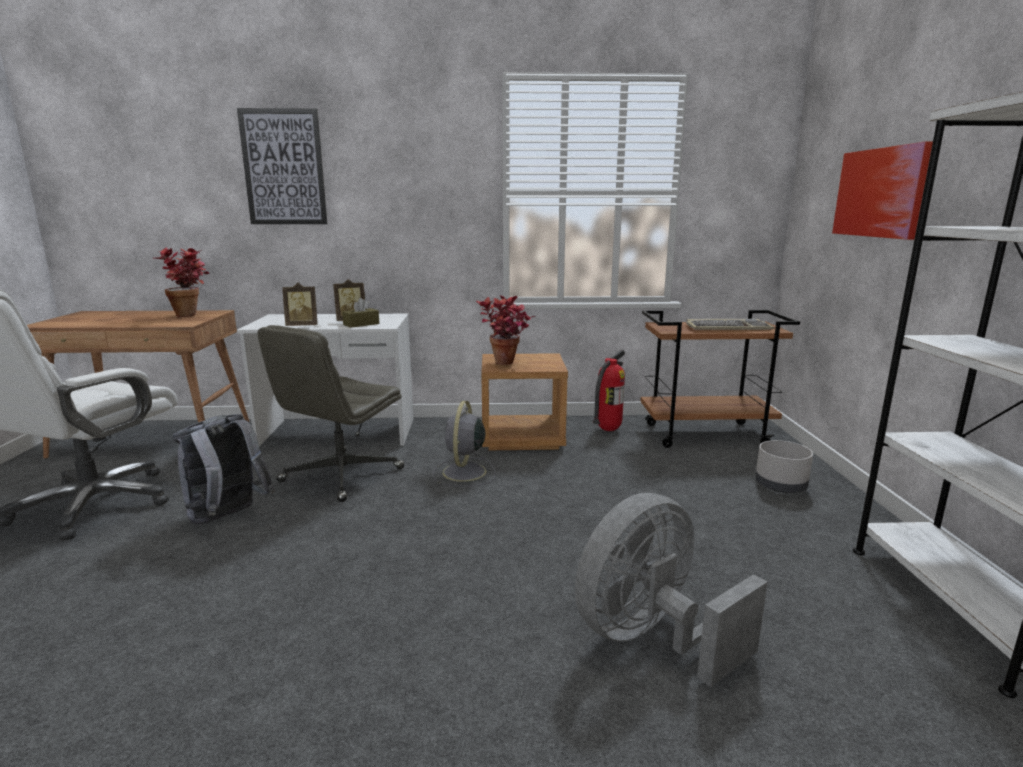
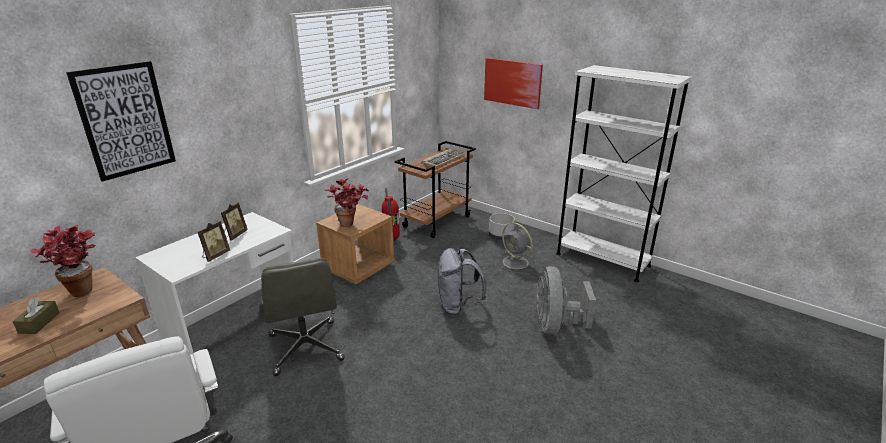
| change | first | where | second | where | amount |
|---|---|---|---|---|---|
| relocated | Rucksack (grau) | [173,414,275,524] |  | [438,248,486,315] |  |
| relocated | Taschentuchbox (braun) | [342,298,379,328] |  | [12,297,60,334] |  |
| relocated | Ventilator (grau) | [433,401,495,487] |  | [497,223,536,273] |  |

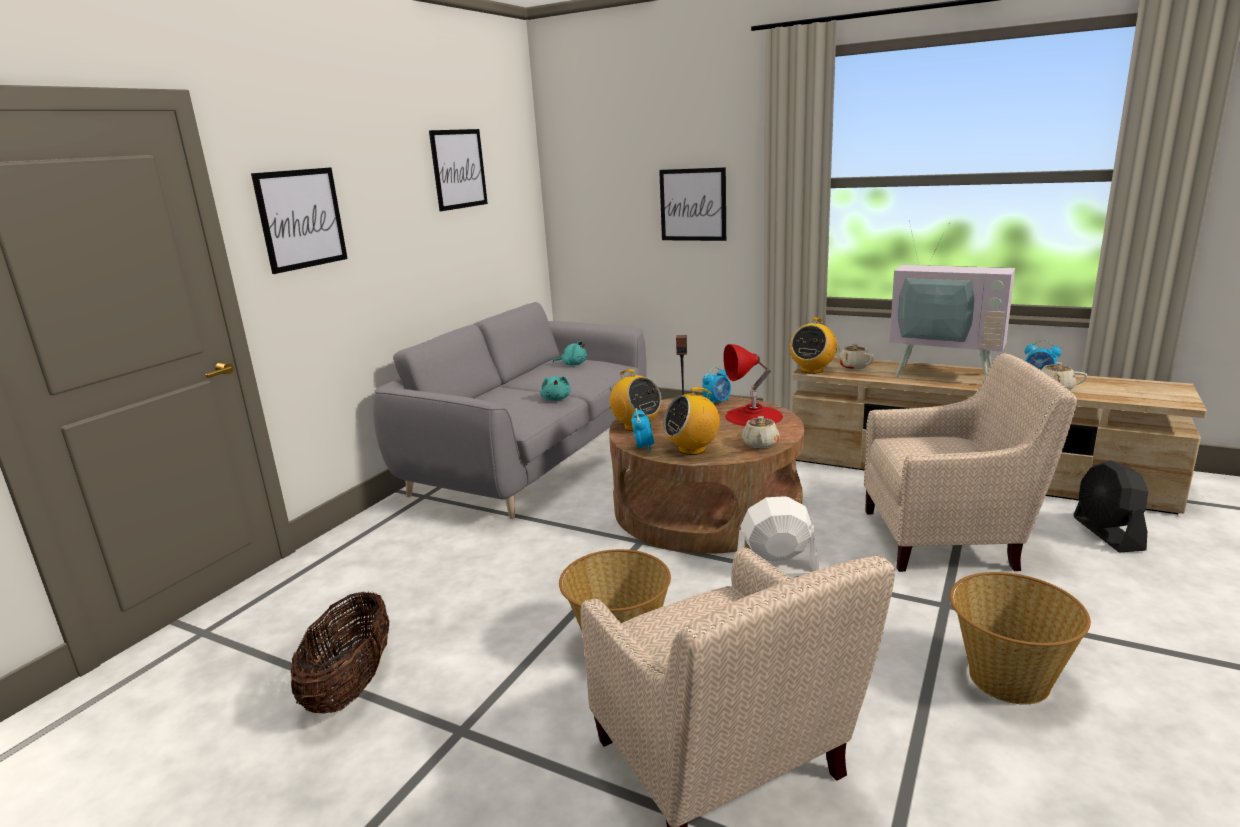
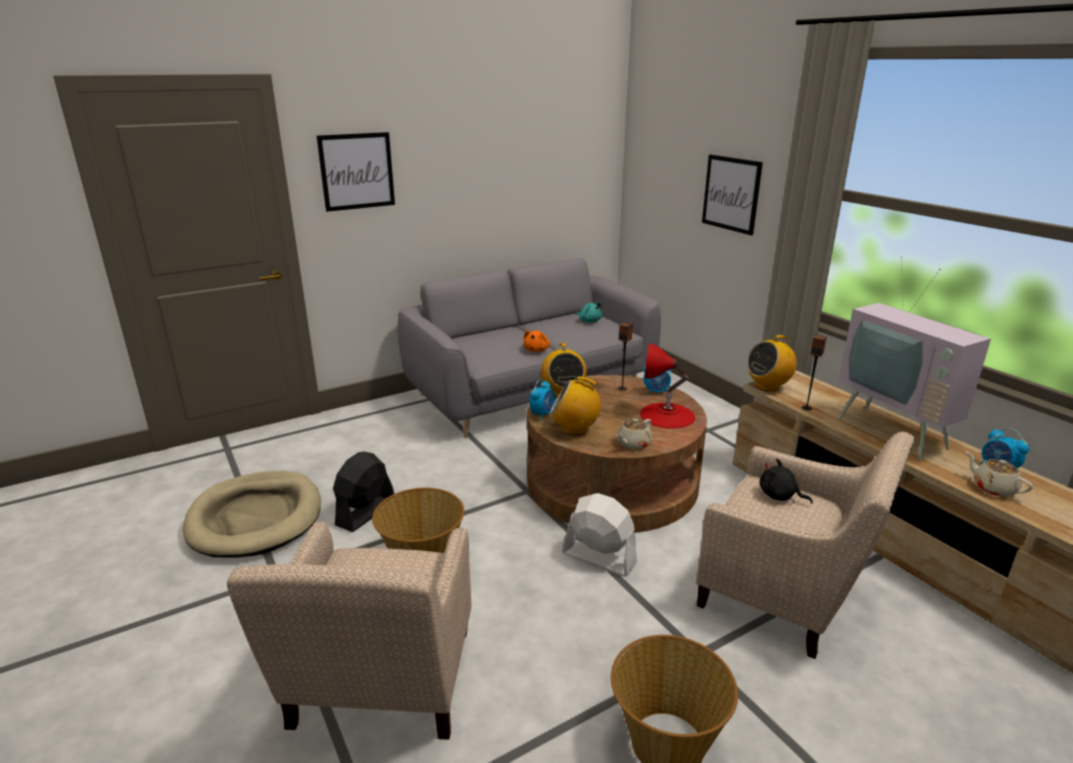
| change | first | where | second | where | amount |
|---|---|---|---|---|---|
| exchanged | Korb | [291,592,389,714] | Hundebett (beige) | [183,471,321,558] |  |
| missing | Bild | [429,129,488,211] |  |  |  |
| colour | Plüschtier (türkis) | [540,376,571,401] | Plüschtier (orange) | [523,330,550,352] |  |
| missing | Teekanne (beige) | [837,343,874,370] |  |  |  |
| relocated | Ventilator (schwarz) | [1074,460,1148,552] |  | [333,452,394,532] |  |
| appeared |  |  | Plüschtier (schwarz) | [759,458,813,504] |  |
| appeared |  |  | Lautsprecher | [802,335,827,410] |  |

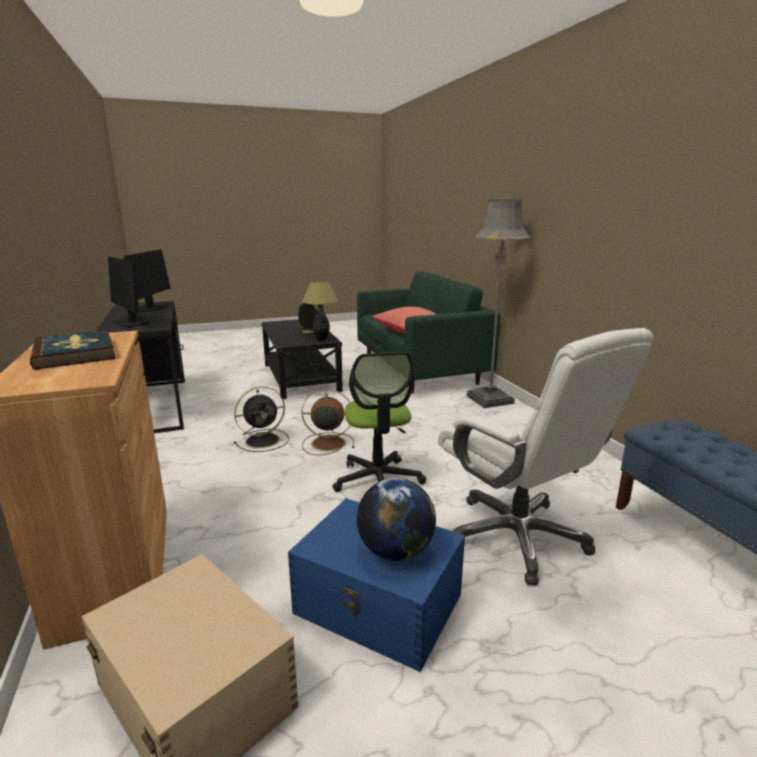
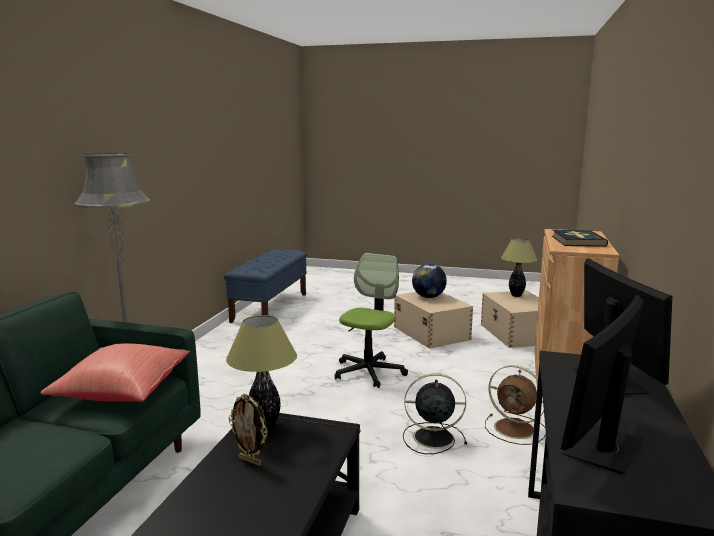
| change | first | where | second | where | amount |
|---|---|---|---|---|---|
| colour | Aufbewahrungsbox (blau) | [288,498,465,672] | Aufbewahrungsbox (beige) | [394,292,473,349] |  |
| relocated | Ventilator (braun) | [302,389,354,455] |  | [485,365,546,445] |  |
| missing | Bürostuhl (weiß) | [438,328,654,585] |  |  |  |
| appeared |  |  | Tischlampe | [501,238,537,297] |  |

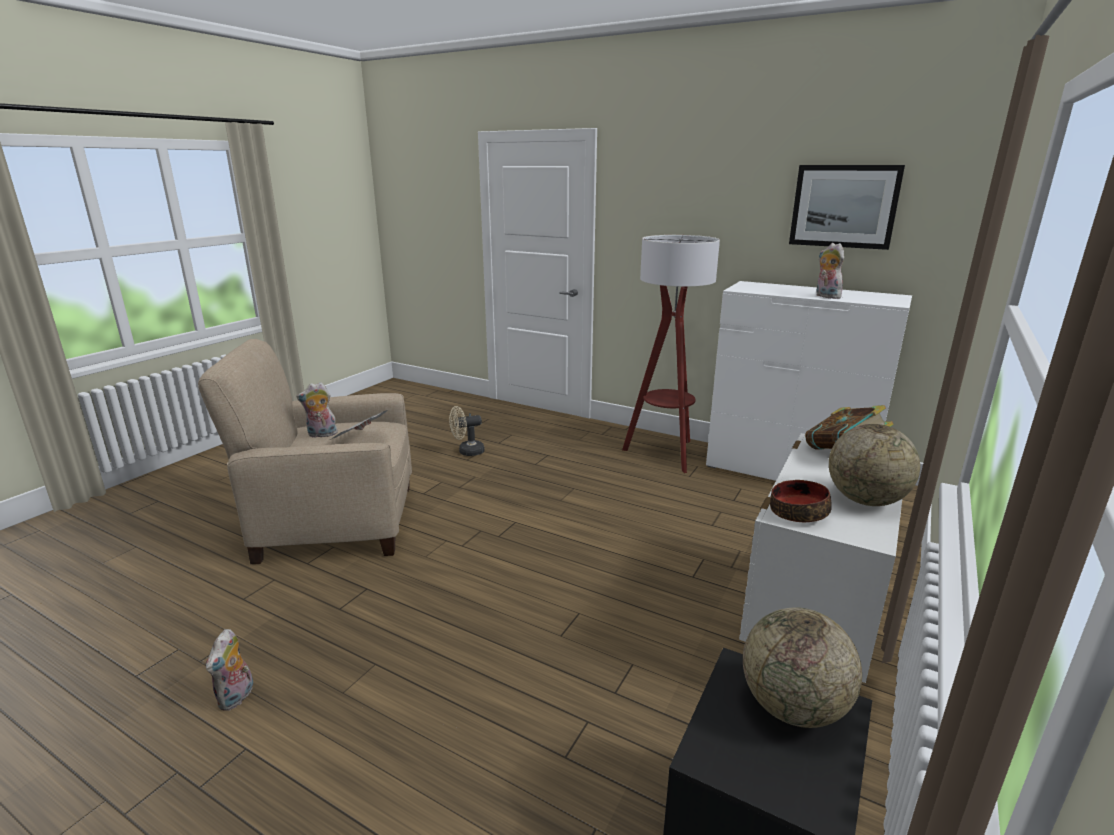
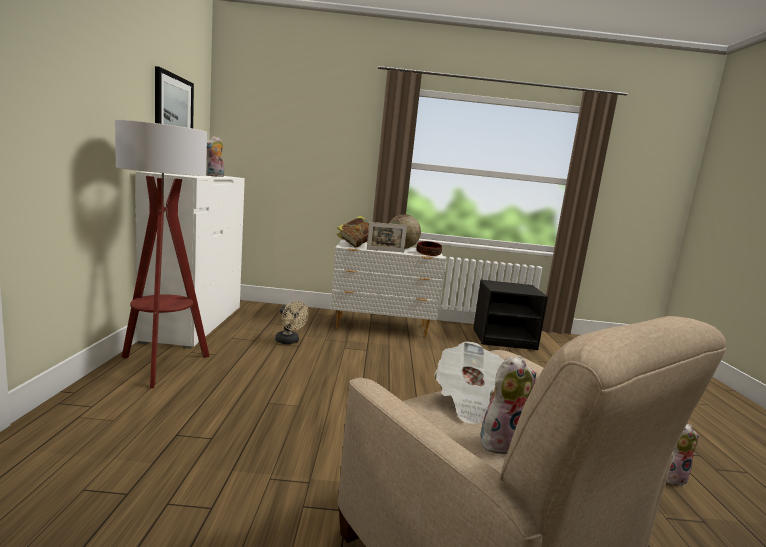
| change | first | where | second | where | amount |
|---|---|---|---|---|---|
| spun | Plüschtier | [296,382,338,438] |  | [480,356,536,454] | 75 degrees counterclockwise |
| relocated | Ventilator (beige) | [449,406,485,456] |  | [275,300,309,344] |  |
| missing | Globus | [743,607,862,728] |  |  |  |
| appeared |  |  | Bilderrahmen | [367,222,407,252] |  |

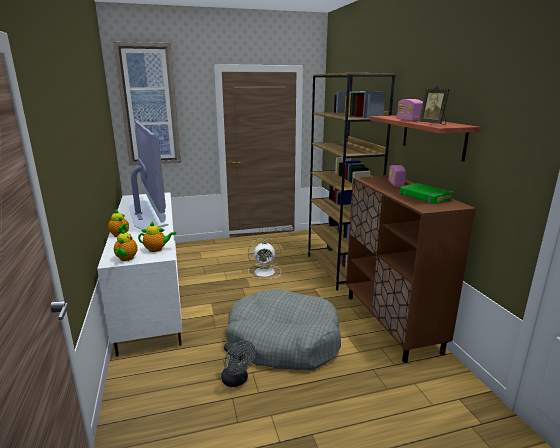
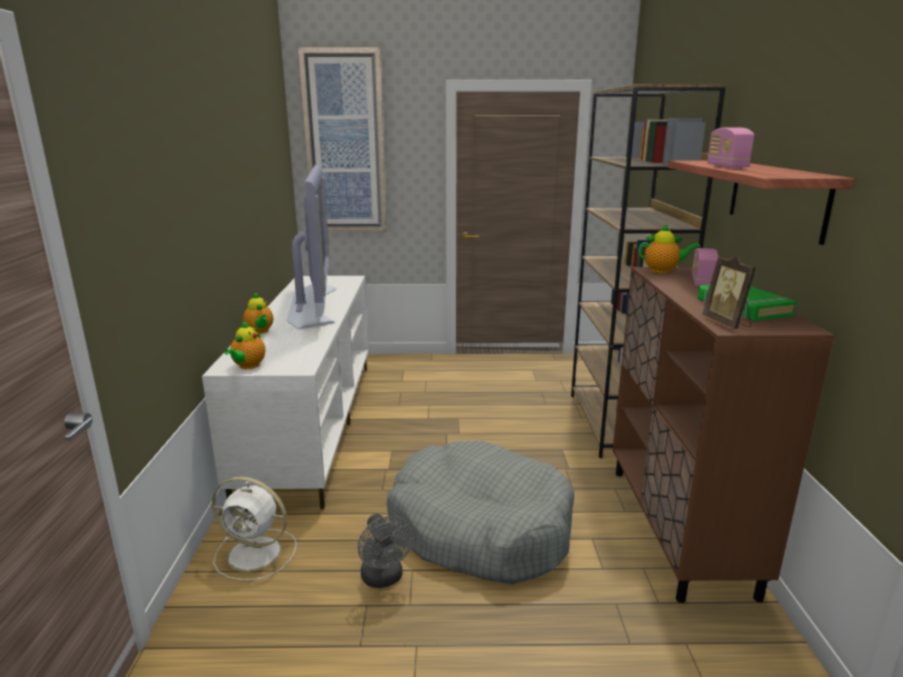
| change | first | where | second | where | amount |
|---|---|---|---|---|---|
| relocated | Teekanne | [138,221,176,252] |  | [638,223,701,273] |  |
| relocated | Ventilator (weiß) | [248,238,281,279] |  | [212,477,297,581] |  |
| relocated | Bilderrahmen | [419,85,449,124] |  | [702,255,756,329] |  |

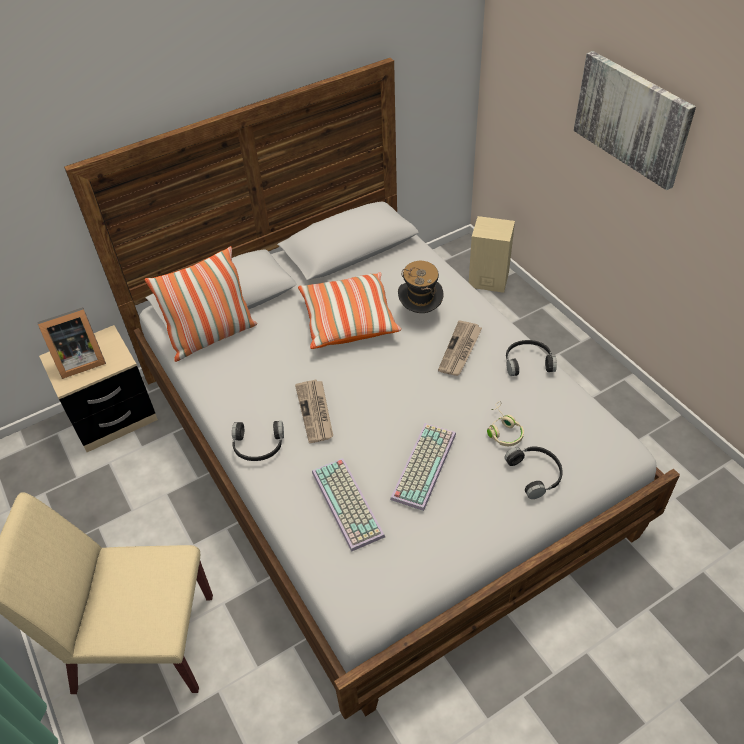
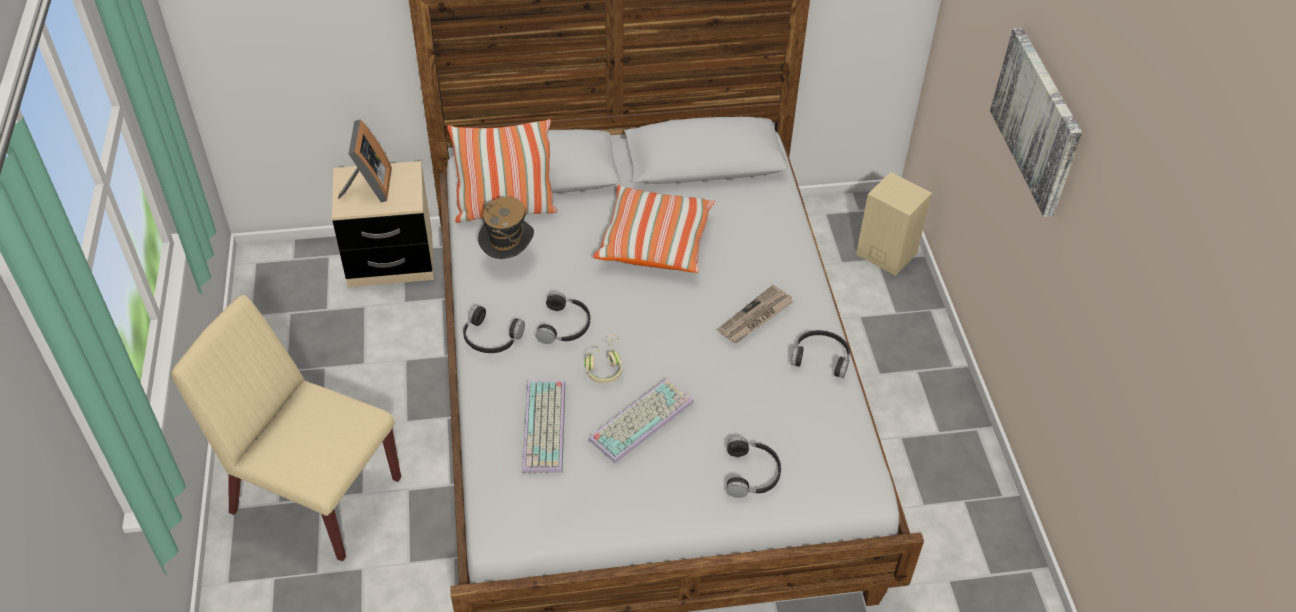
| change | first | where | second | where | amount |
|---|---|---|---|---|---|
| spun | Bilderrahmen | [37,307,106,379] |  | [338,119,392,203] | 90 degrees counterclockwise |
| exchanged | Zeitung | [295,380,333,443] | Kopfhörer (schwarz) | [536,292,590,344] |  |
| relocated | Hut | [398,261,444,313] |  | [478,197,534,259] |  |
| relocated | Kopfhörer (beige) | [487,401,524,446] |  | [585,335,623,383] |  |

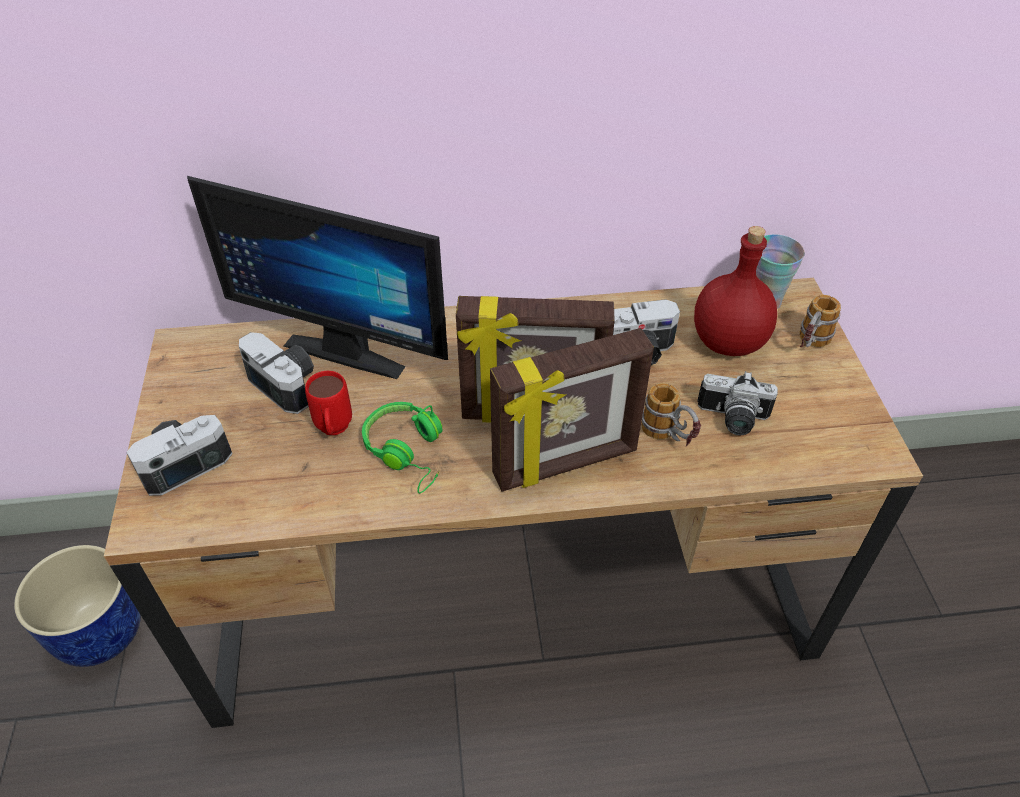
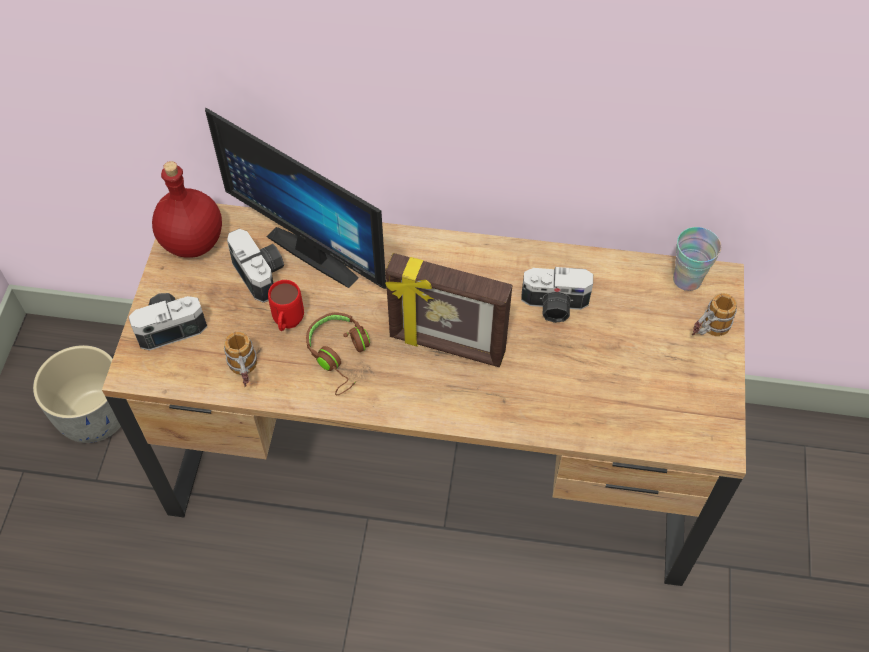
| change | first | where | second | where | amount |
|---|---|---|---|---|---|
| colour | Pflanzkübel (blau) | [14,545,141,667] | Pflanzkübel (grau) | [33,345,121,443] |  |
| colour | Kopfhörer (grün) | [362,402,442,493] | Kopfhörer (braun) | [306,313,370,395] |  |
| missing | Bilderrahmen | [490,328,654,491] |  |  |  |
| relocated | Henkelbecher | [642,383,701,446] |  | [224,331,257,388] |  |
| relocated | Flasche (rot) | [694,226,777,356] |  | [152,161,222,258] |  |
| missing | Kamera | [697,371,778,435] |  |  |  |

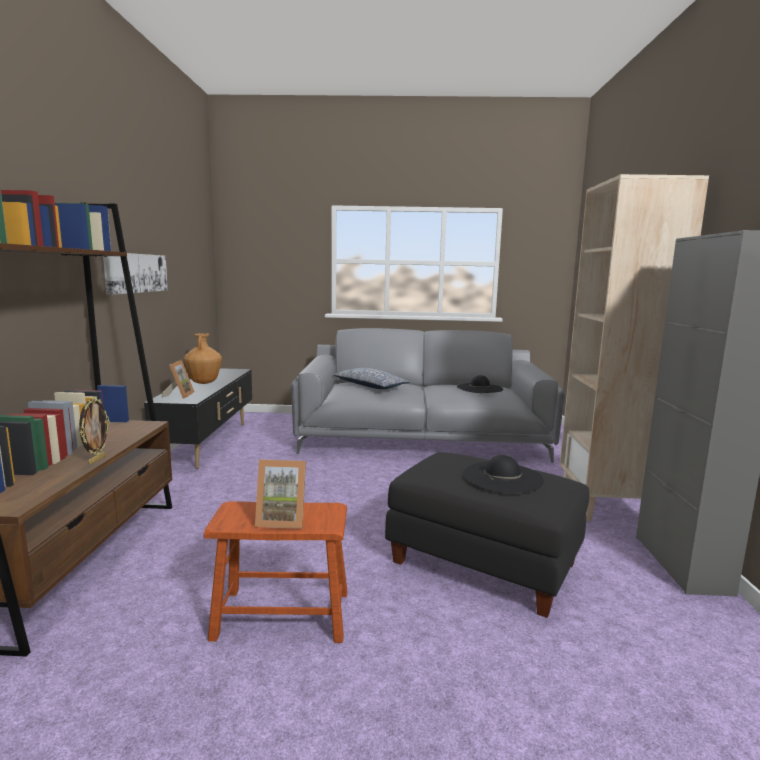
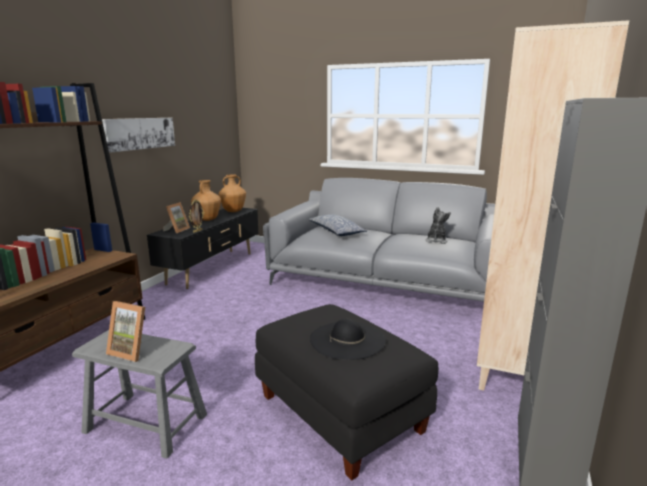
| change | first | where | second | where | amount |
|---|---|---|---|---|---|
| relocated | Bilderrahmen | [79,397,110,464] |  | [189,199,204,233] |  |
| colour | Hocker (braun) | [203,501,347,643] | Hocker (grau) | [72,330,207,459] |  |
| exchanged | Hut (schwarz) | [457,375,503,393] | Plüschtier | [426,207,451,244] |  |
| appeared |  |  | Vase (braun) | [219,174,246,212] |  |

